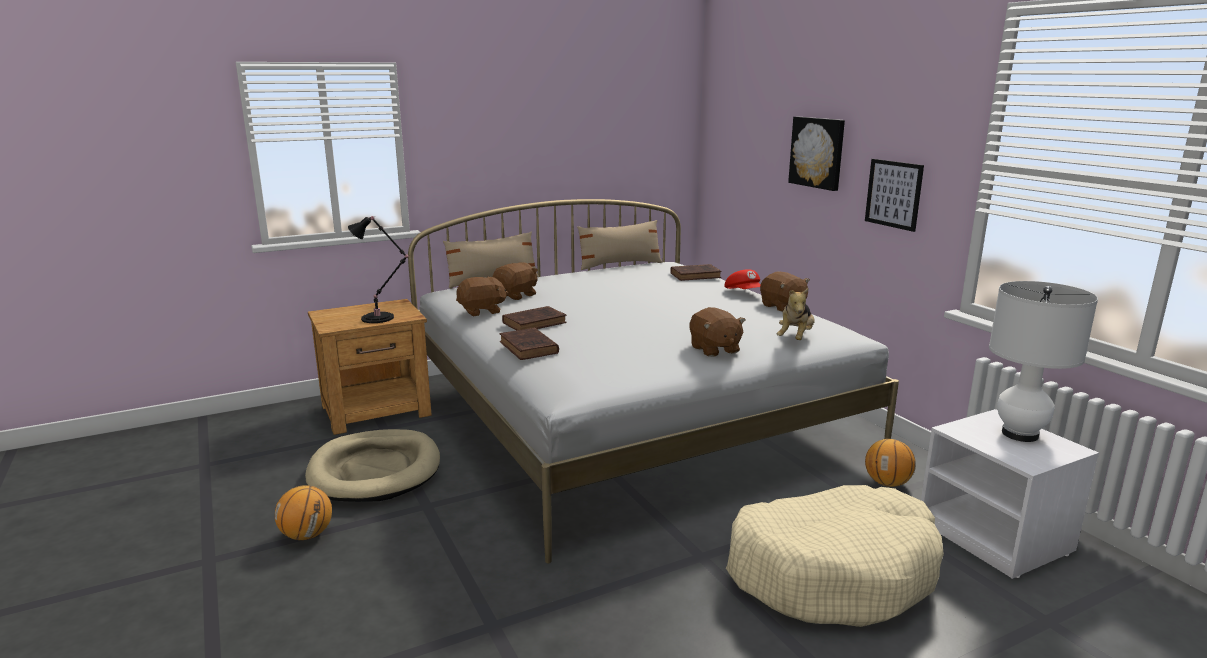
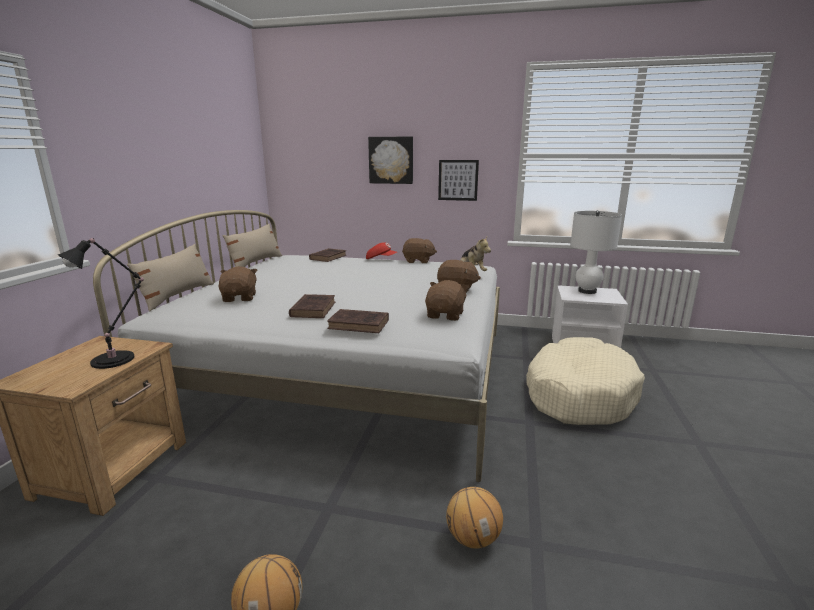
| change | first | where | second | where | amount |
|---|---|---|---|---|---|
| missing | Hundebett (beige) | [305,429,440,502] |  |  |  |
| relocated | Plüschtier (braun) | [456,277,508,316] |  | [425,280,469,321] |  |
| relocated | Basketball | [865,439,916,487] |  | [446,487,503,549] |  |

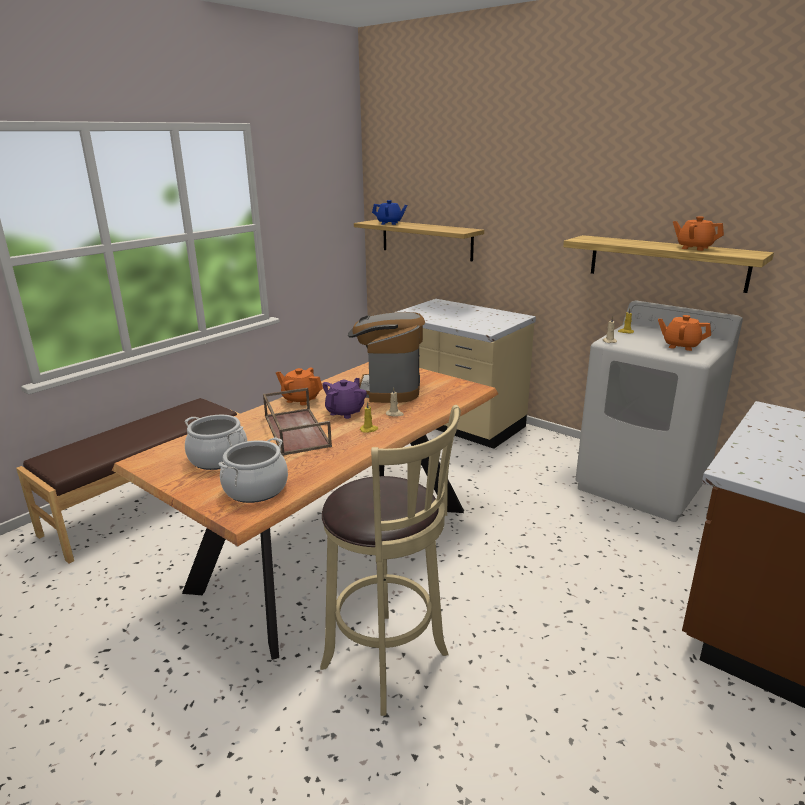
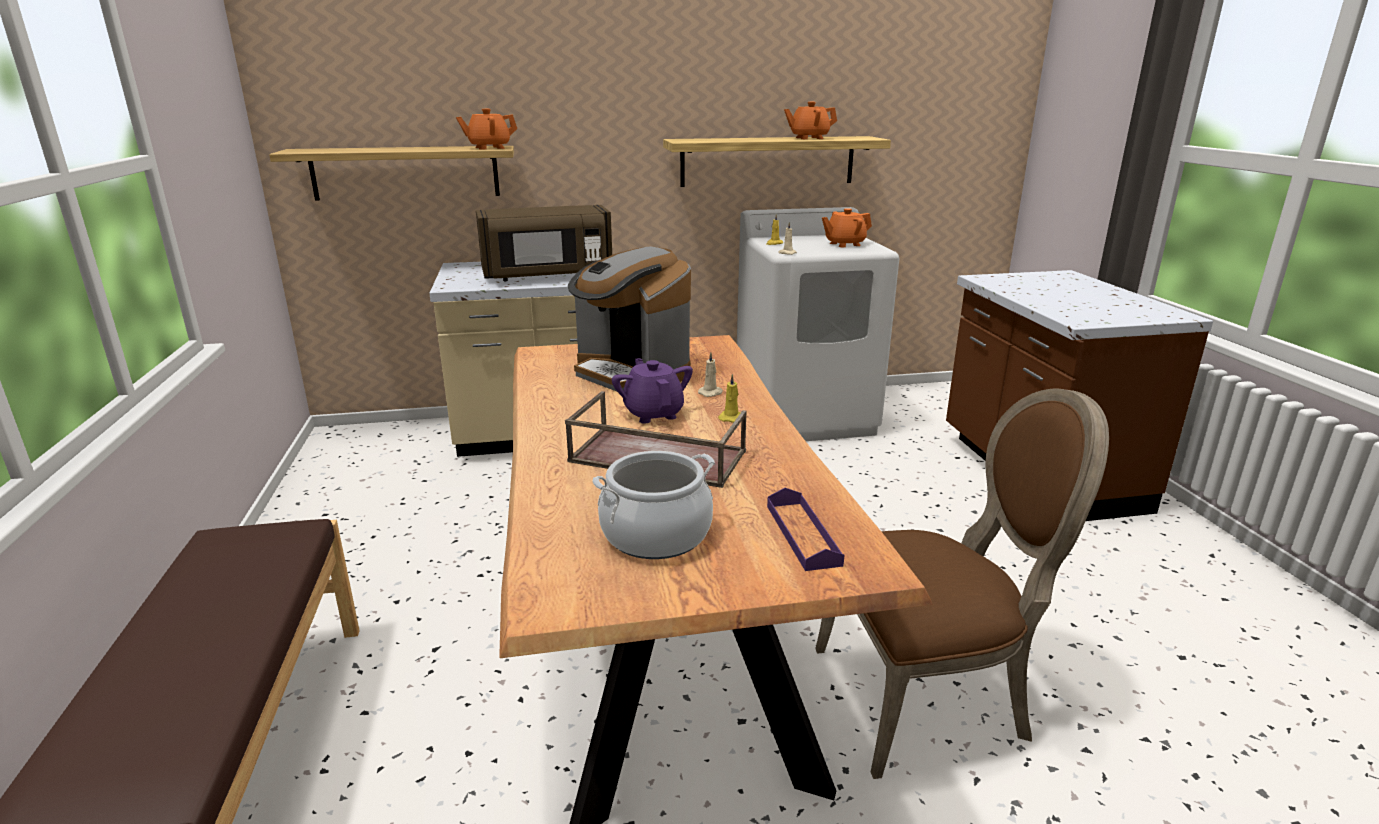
| change | first | where | second | where | amount |
|---|---|---|---|---|---|
| exchanged | Kochtopf | [218,438,288,503] | Tablett (lila) | [767,488,844,571] |  |
| relocated | Teekanne (orange) | [276,367,323,405] |  | [456,109,517,149] |  |
| exchanged | Hocker (beige) | [320,405,461,716] | Stuhl (braun) | [815,389,1109,779] |  |
| missing | Teekanne (blau) | [372,200,407,225] |  |  |  |
| appeared |  |  | Mikrowelle (braun) | [476,205,612,281] |  |

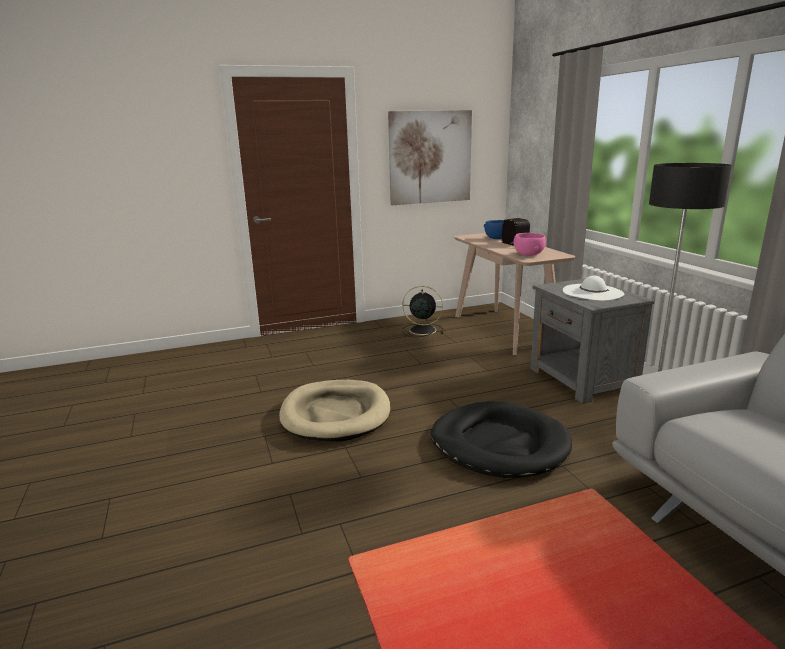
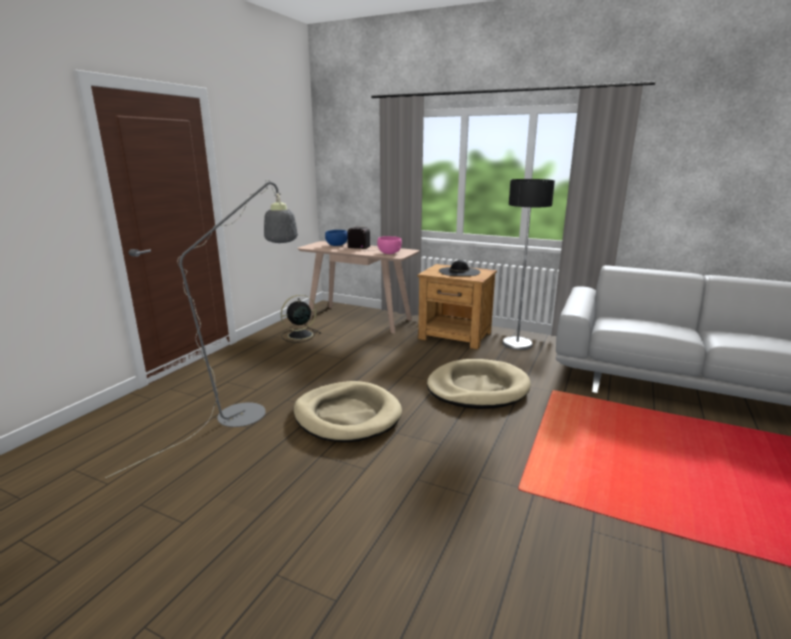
| change | first | where | second | where | amount |
|---|---|---|---|---|---|
| missing | Bild | [388,110,472,205] |  |  |  |
| colour | Hundebett (schwarz) | [431,402,572,478] | Hundebett (beige) | [427,359,531,409] |  |
| colour | Nachttisch (grau) | [530,279,655,404] | Nachttisch (braun) | [417,264,497,350] |  |
| colour | Hut (weiß) | [563,276,624,301] | Hut (schwarz) | [439,260,480,276] |  |
| appeared |  |  | Stehlampe (grau) | [106,180,298,478] |  |

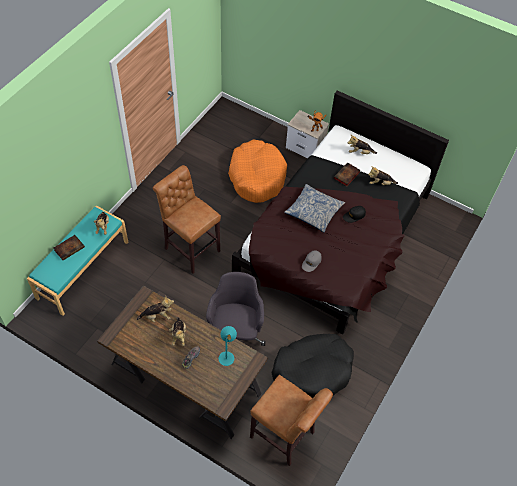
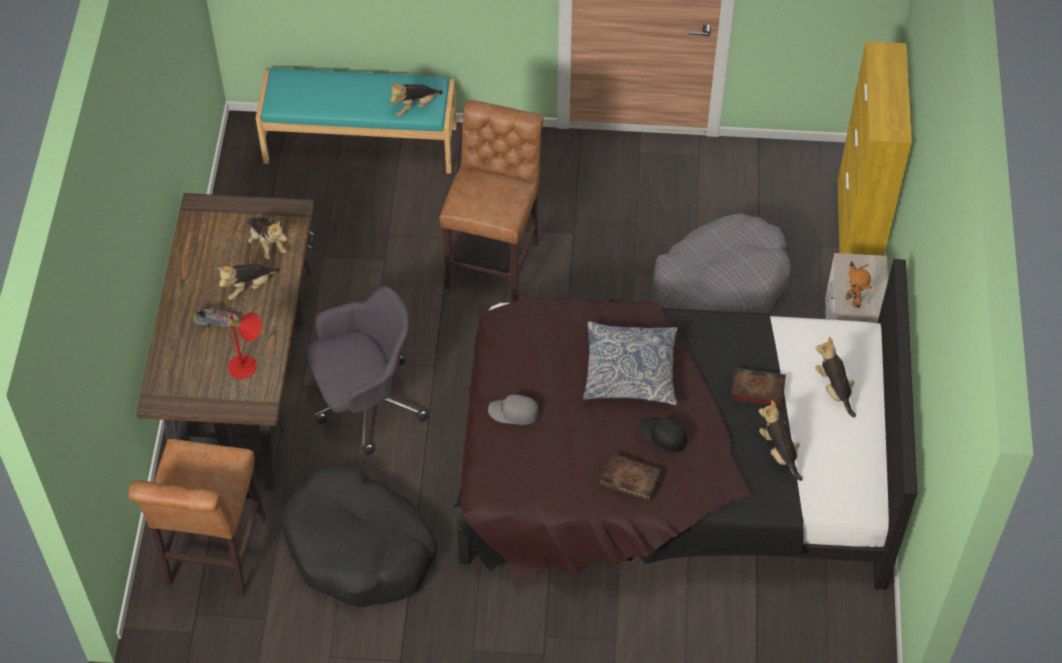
| change | first | where | second | where | amount |
|---|---|---|---|---|---|
| relocated | Buch | [54,235,85,260] |  | [600,453,662,501] |  |
| colour | Tischlampe (türkis) | [219,326,237,366] | Tischlampe (rot) | [225,312,262,379] |  |
| colour | Hundebett (orange) | [228,139,287,203] | Hundebett (grau) | [653,213,791,314] |  |
| appeared |  |  | Schrank (gelb) | [838,41,912,256] |  |

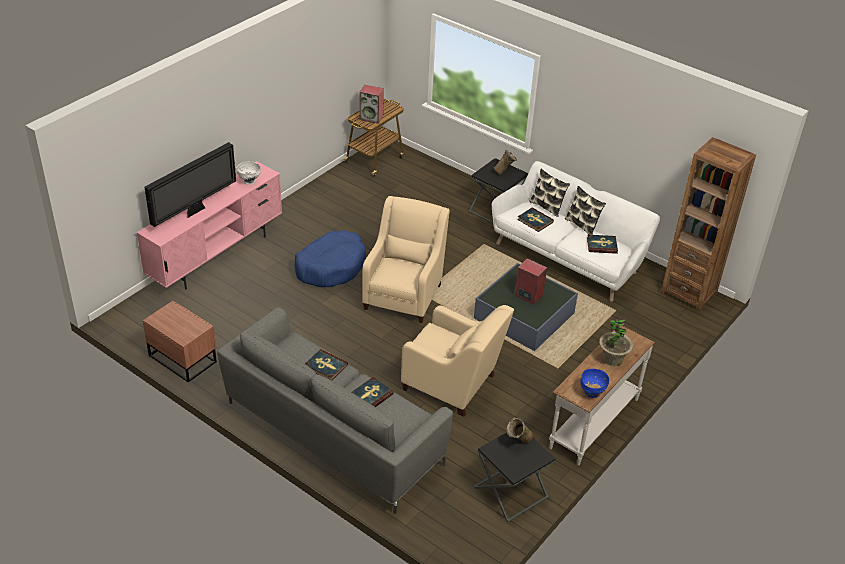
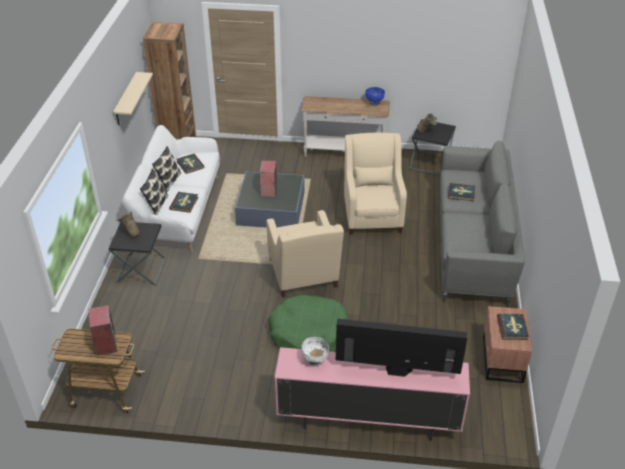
| change | first | where | second | where | amount |
|---|---|---|---|---|---|
| colour | Hundebett (blau) | [295,230,366,287] | Hundebett (grün) | [268,295,348,352] |  |
| relocated | Buch | [305,349,348,381] |  | [497,314,529,340] |  |
| spun | Sessel (beige) | [362,196,450,323] |  | [266,210,344,298] | 90 degrees counterclockwise |
| missing | Topfpflanze | [599,319,633,366] |  |  |  |
| appeared |  |  | Wandregal (beige) | [113,72,153,125] |  |

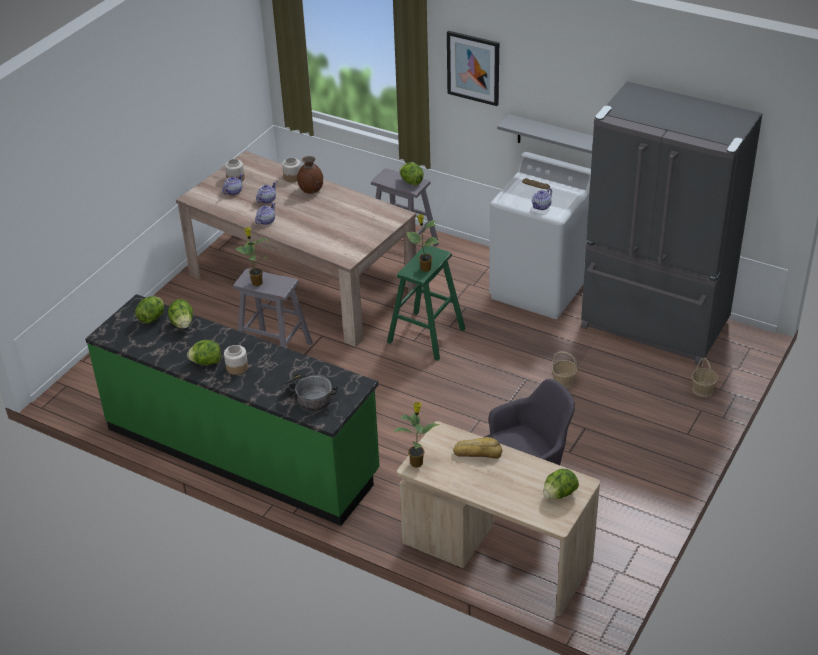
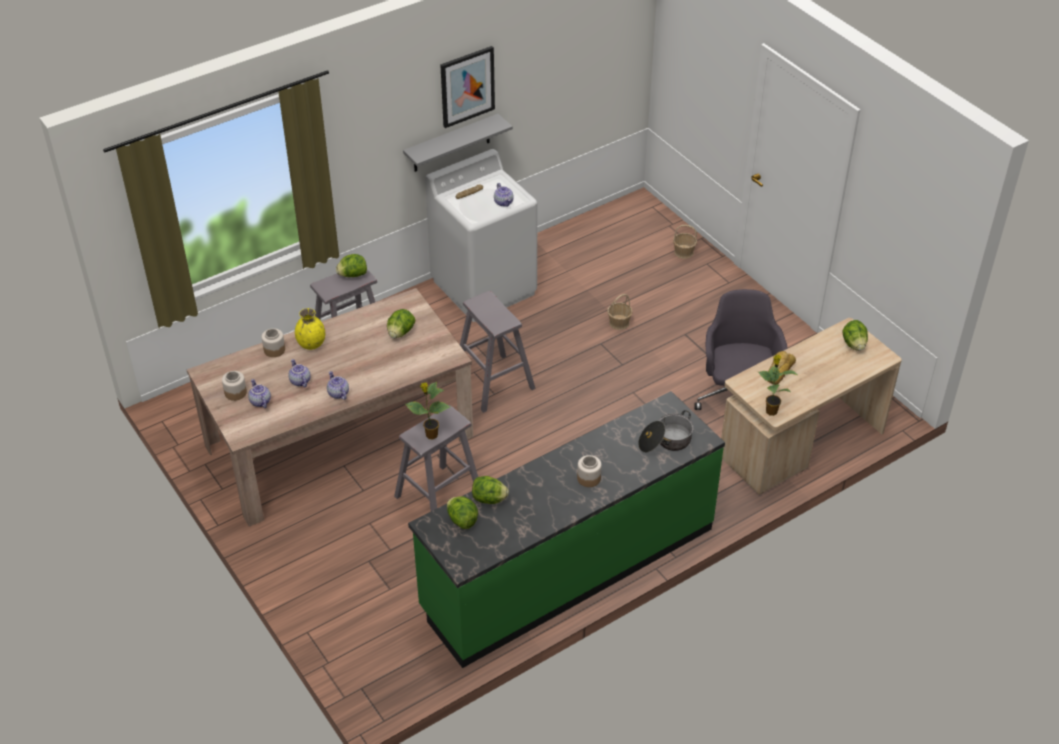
| change | first | where | second | where | amount |
|---|---|---|---|---|---|
| relocated | Salatkopf | [187,340,221,365] |  | [387,309,415,338] |  |
| colour | Vase (braun) | [297,156,323,194] | Vase (gelb) | [295,308,325,350] |  |
| colour | Hocker (grün) | [387,245,466,361] | Hocker (grau) | [460,291,536,413] |  |
| missing | Topfpflanze | [407,214,439,272] |  |  |  |
| relocated | Bild | [447,31,499,106] |  | [440,46,495,128] |  |
| missing | Kühlschrank (grau) | [581,81,763,365] |  |  |  |

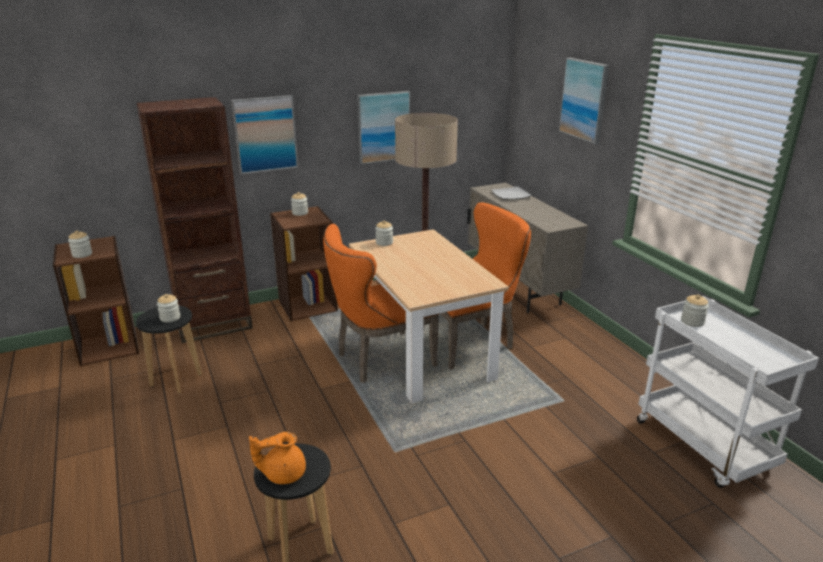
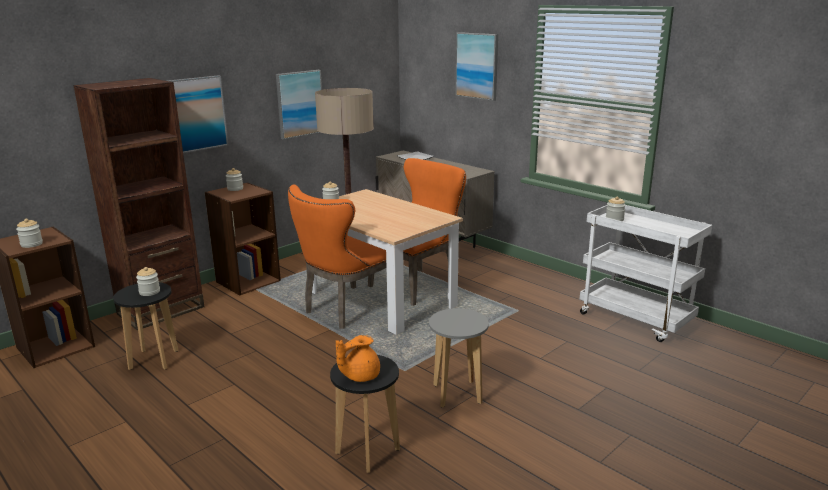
| change | first | where | second | where | amount |
|---|---|---|---|---|---|
| appeared |  |  | Hocker (grau) | [429,308,489,408] |  |

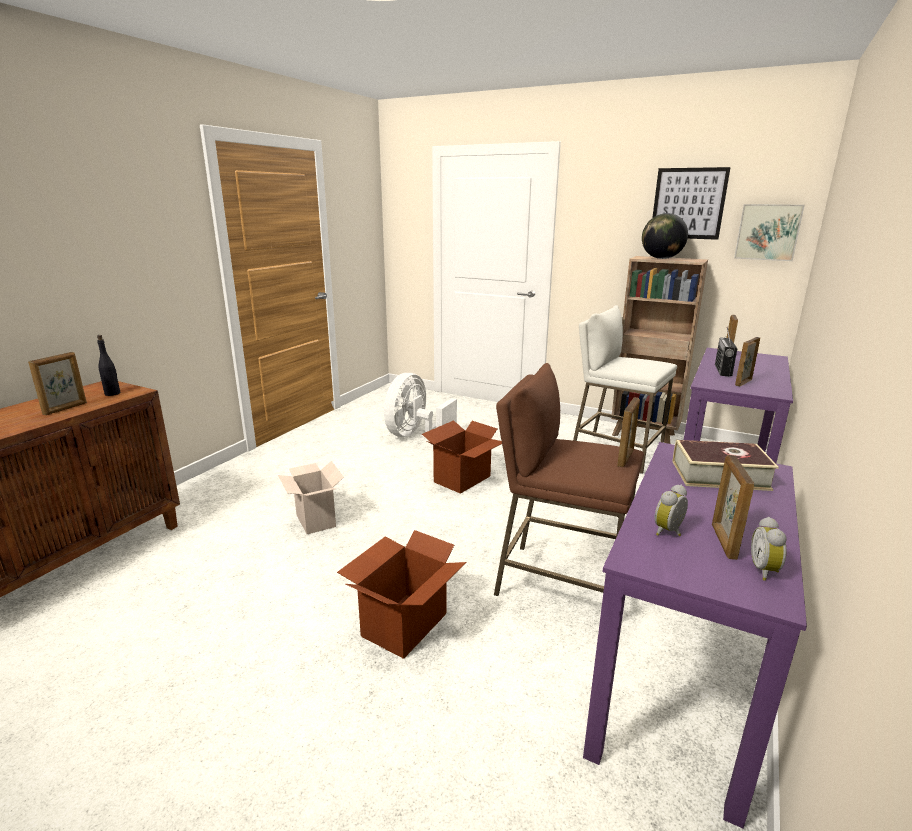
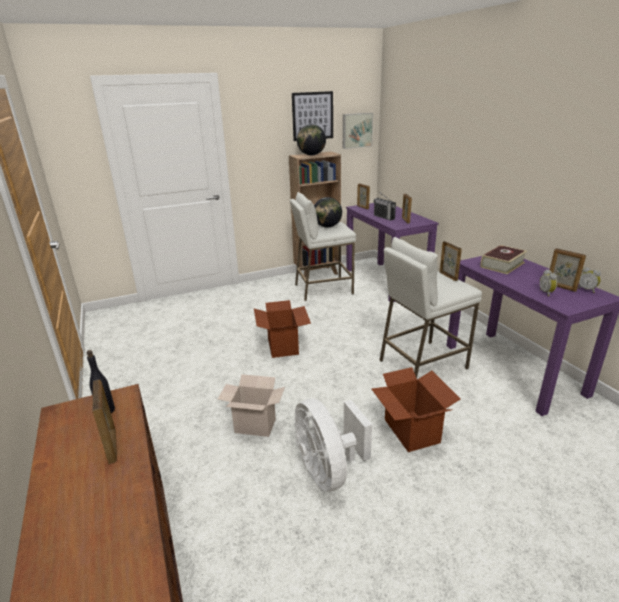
| change | first | where | second | where | amount |
|---|---|---|---|---|---|
| relocated | Ventilator (weiß) | [384,373,457,437] |  | [294,399,372,492] |  |
| colour | Hocker (braun) | [494,363,644,596] | Hocker (weiß) | [379,237,482,378] |  |
| appeared |  |  | Globus | [314,197,342,227] |  |

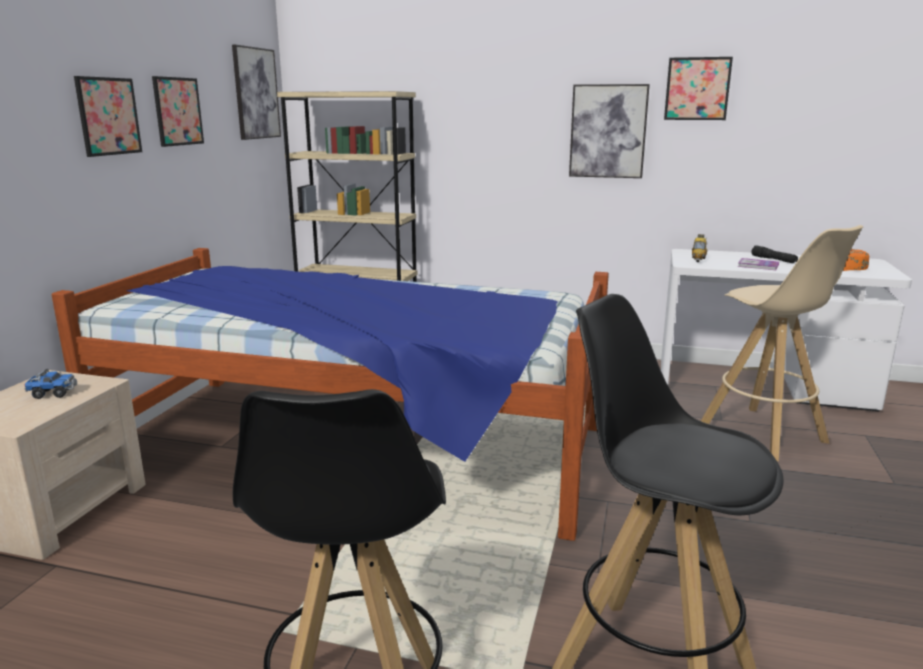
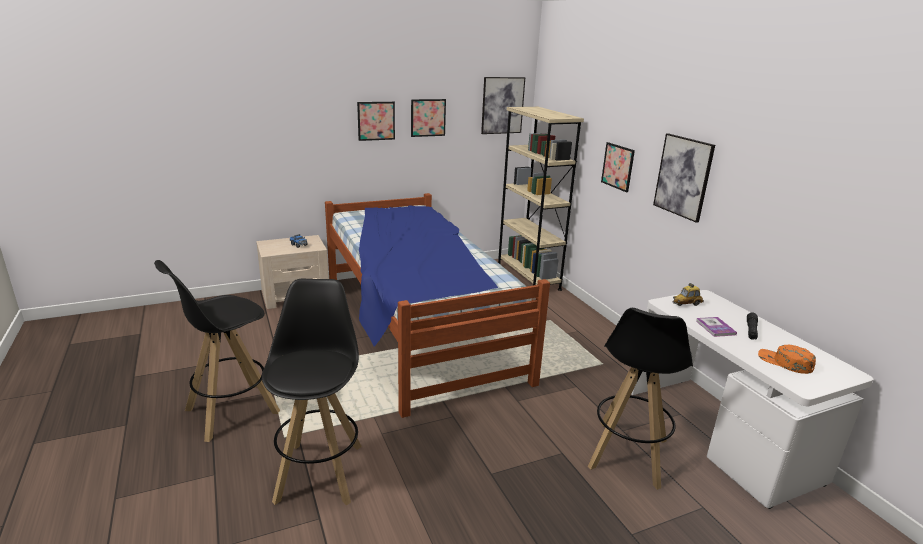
| change | first | where | second | where | amount |
|---|---|---|---|---|---|
| relocated | Bild | [664,57,733,120] |  | [601,142,635,192] |  |
| colour | Hocker (beige) | [701,225,864,461] | Hocker (schwarz) | [588,308,693,490] |  |

